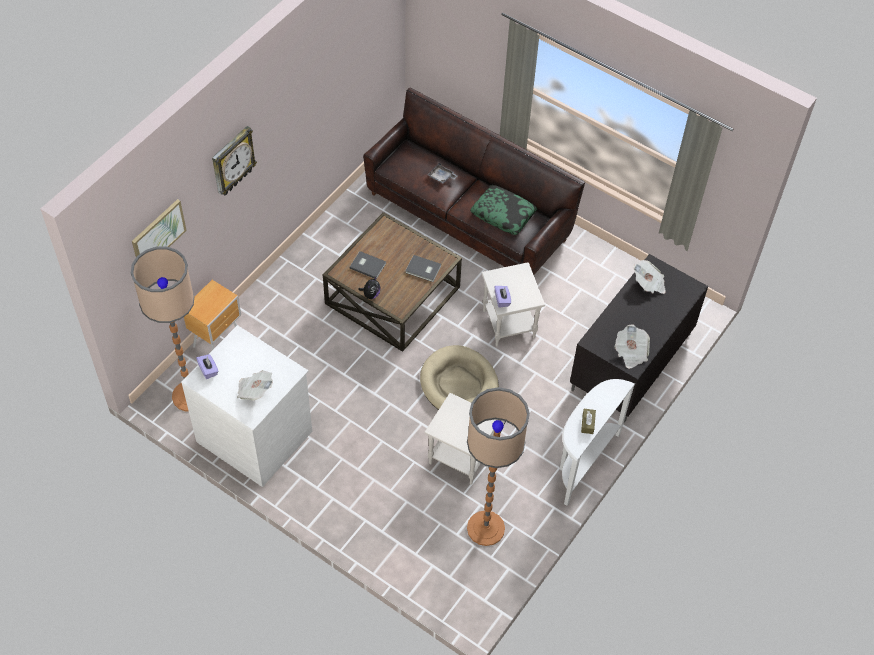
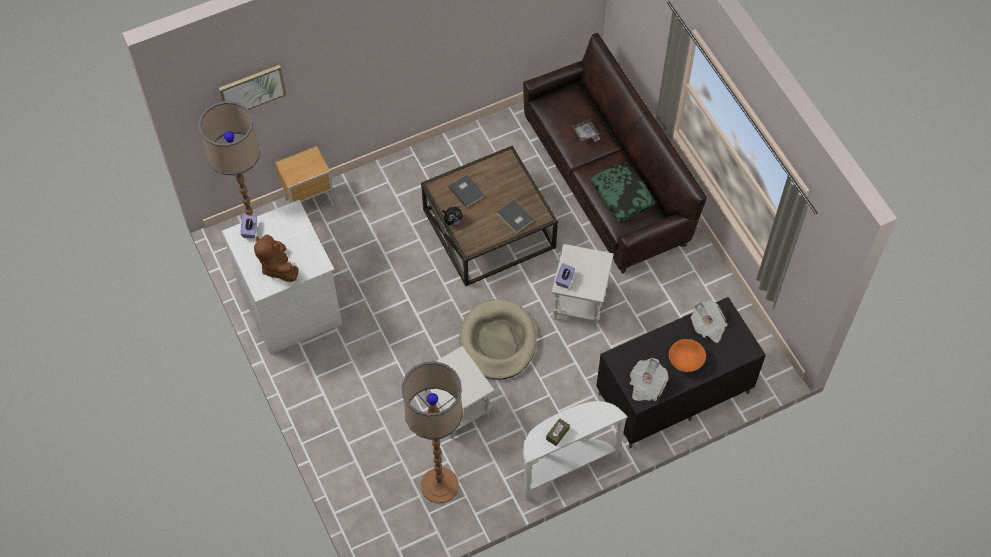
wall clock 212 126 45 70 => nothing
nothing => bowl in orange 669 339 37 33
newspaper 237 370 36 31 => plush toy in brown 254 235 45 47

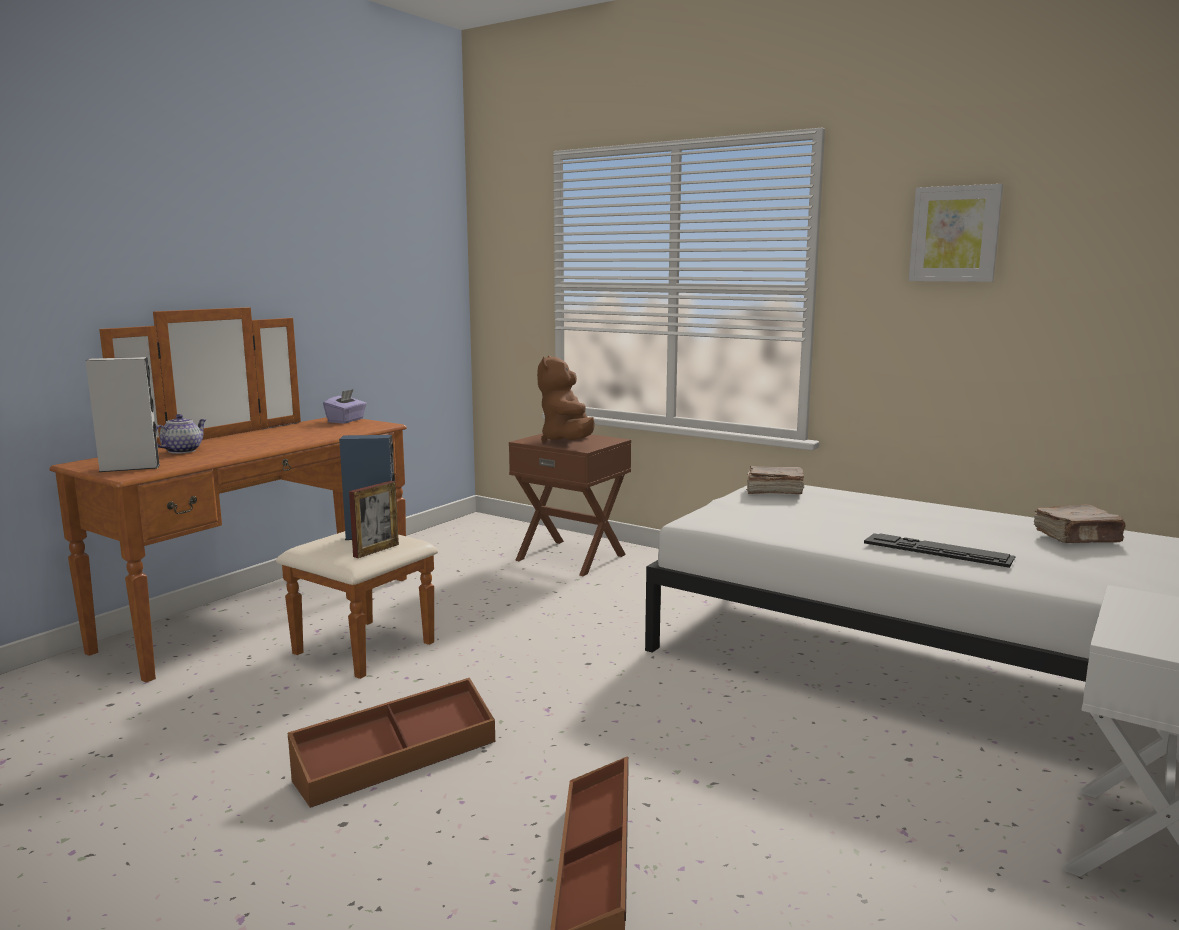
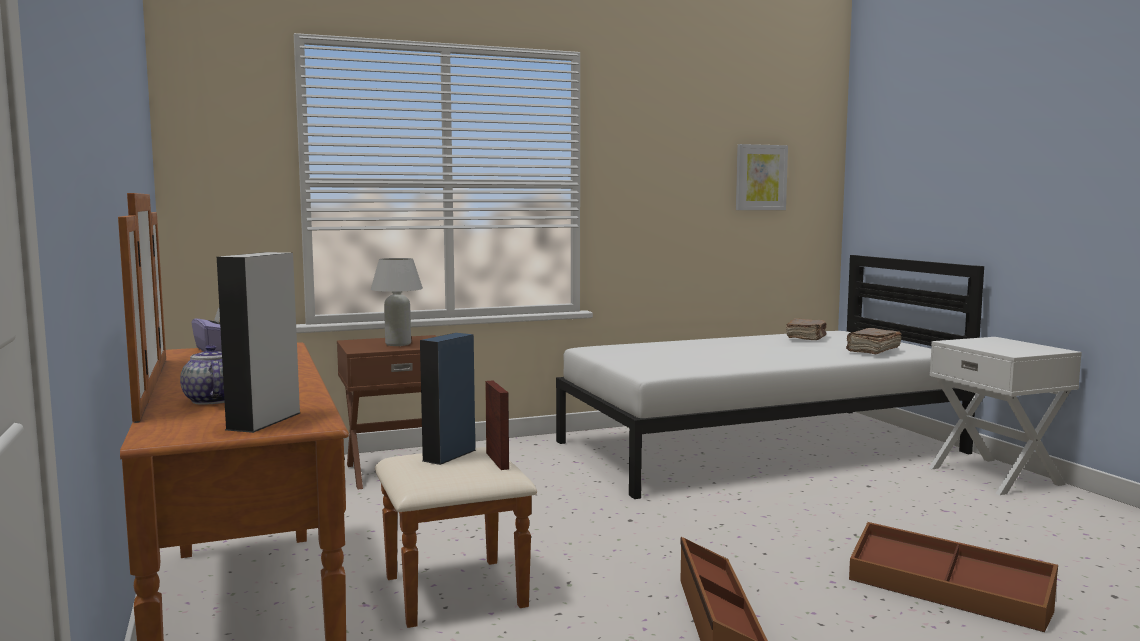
keyboard 864 533 152 35 => nothing
book in brown 746 466 58 28 => book in brown 846 328 56 26, relocated
picture 909 184 94 98 => picture 736 144 52 66, relocated
plush toy in brown 537 356 58 86 => table lamp in white 371 258 52 88

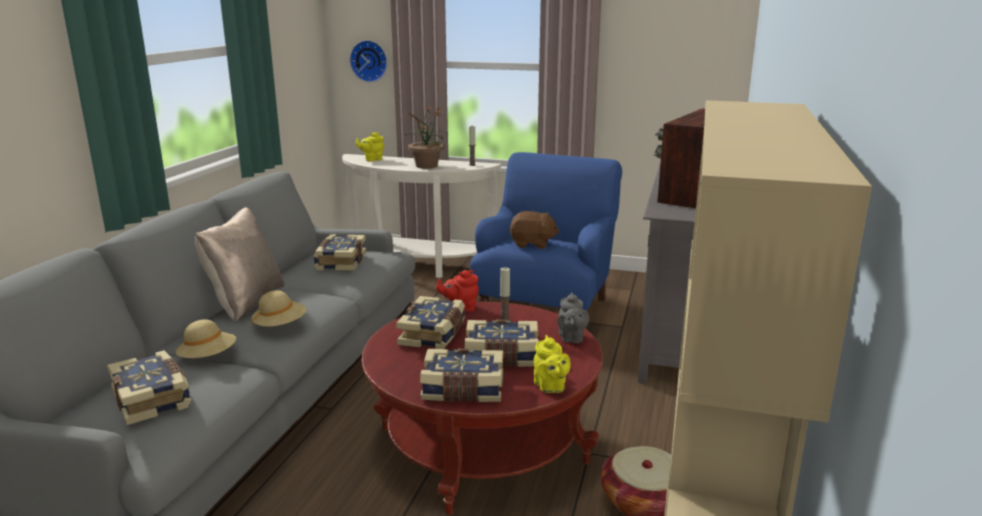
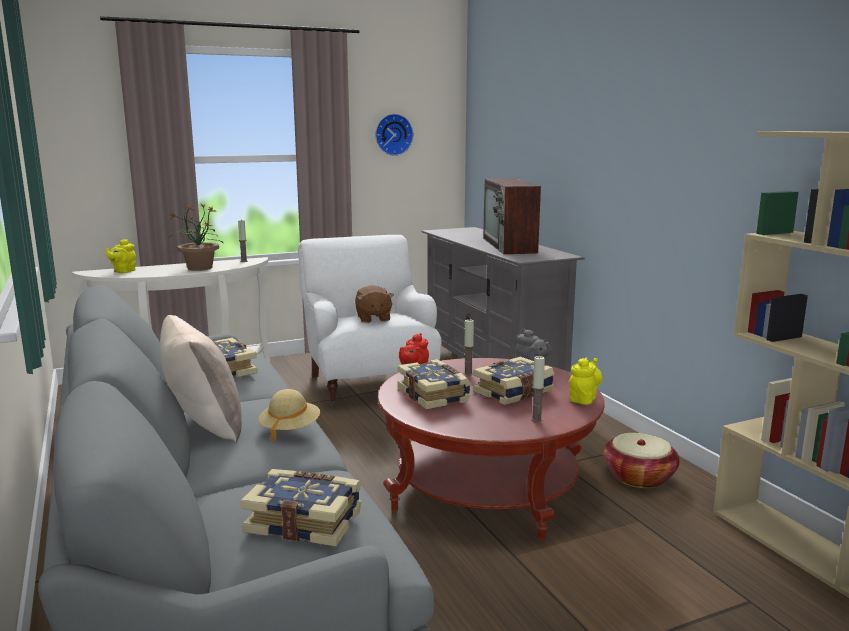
hat in beige 176 319 60 39 => nothing
wall clock 350 40 37 42 => wall clock 375 114 38 42, relocated
book 420 349 83 53 => candle 531 356 14 66
armchair in blue 470 152 152 159 => armchair in white 298 235 144 171
plush toy in brown 509 211 50 38 => plush toy in brown 355 285 39 38, 105 degrees clockwise
teapot in yellow 533 335 38 58 => teapot in yellow 569 358 33 47, 90 degrees counterclockwise

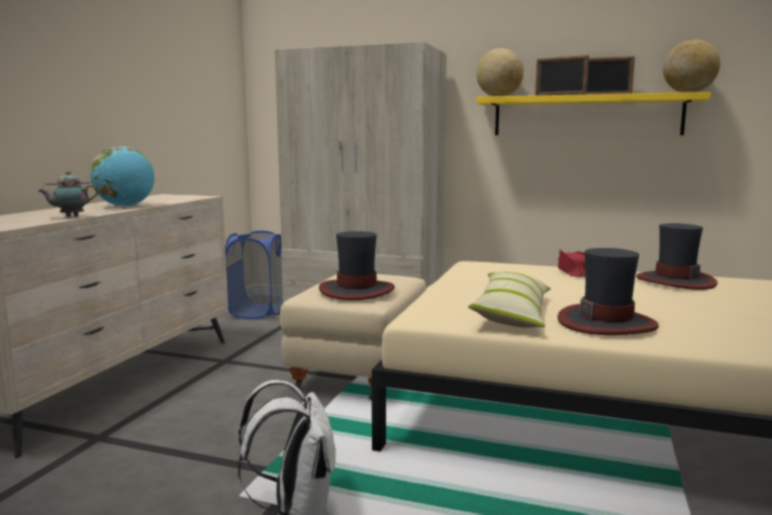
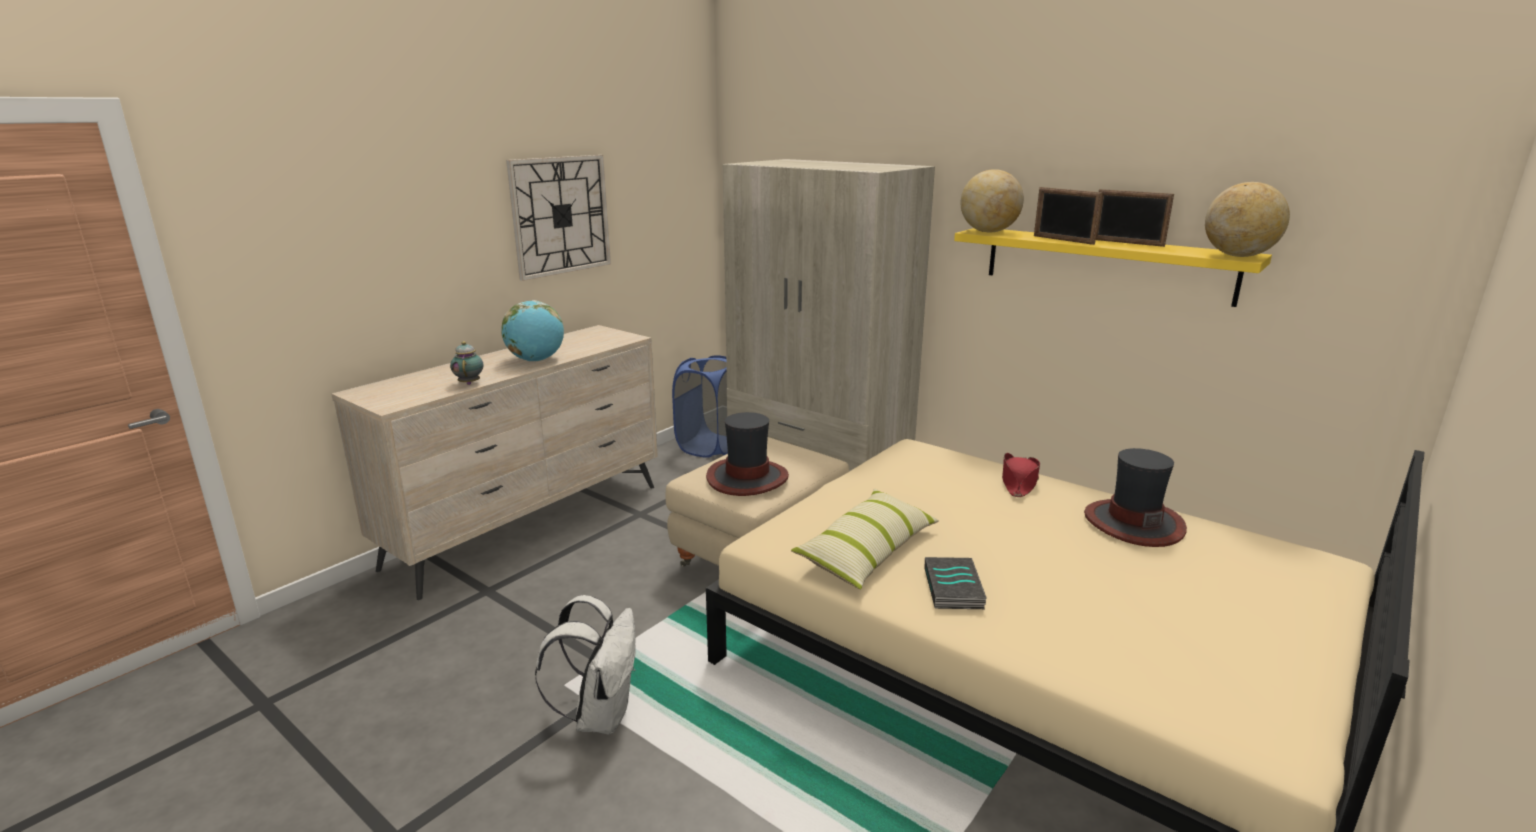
nothing => wall clock 506 155 105 126
hat 557 248 102 87 => book 924 557 63 52
teapot 38 171 60 46 => teapot 450 341 33 44, 90 degrees clockwise

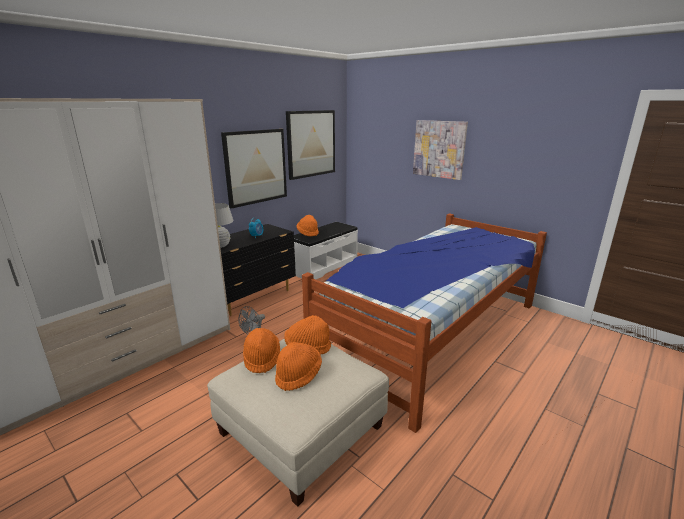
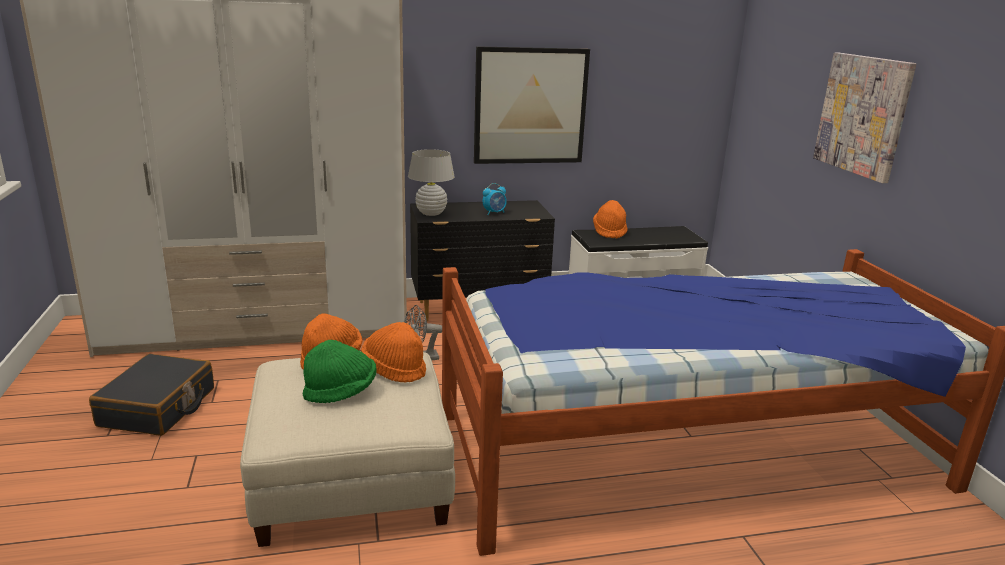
picture 286 110 49 70 => nothing
nothing => suitcase in black 89 354 125 82
hat in orange 275 342 47 49 => hat in green 303 340 73 63

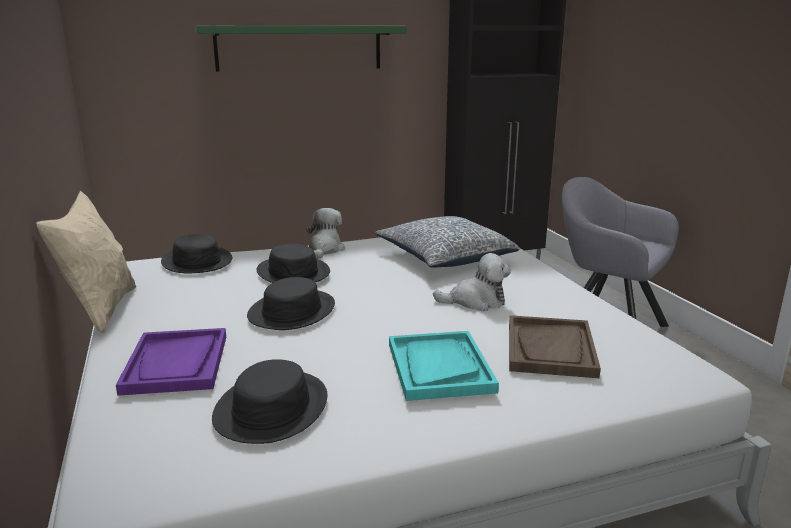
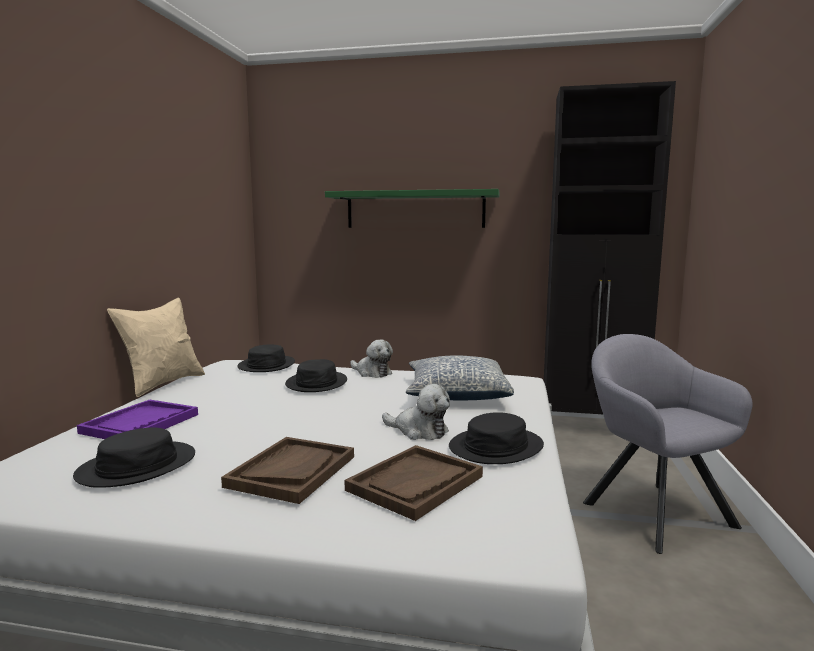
hat in black 247 277 88 53 => hat in black 449 412 95 52, relocated
tray in turquoise 389 331 110 70 => tray in brown 221 437 133 67
plush toy 306 208 39 51 => plush toy 351 340 42 38, 90 degrees clockwise

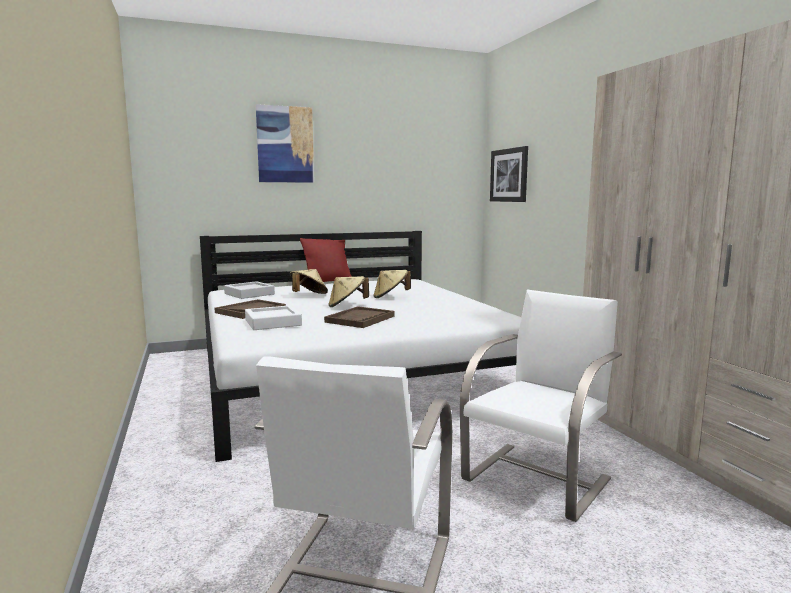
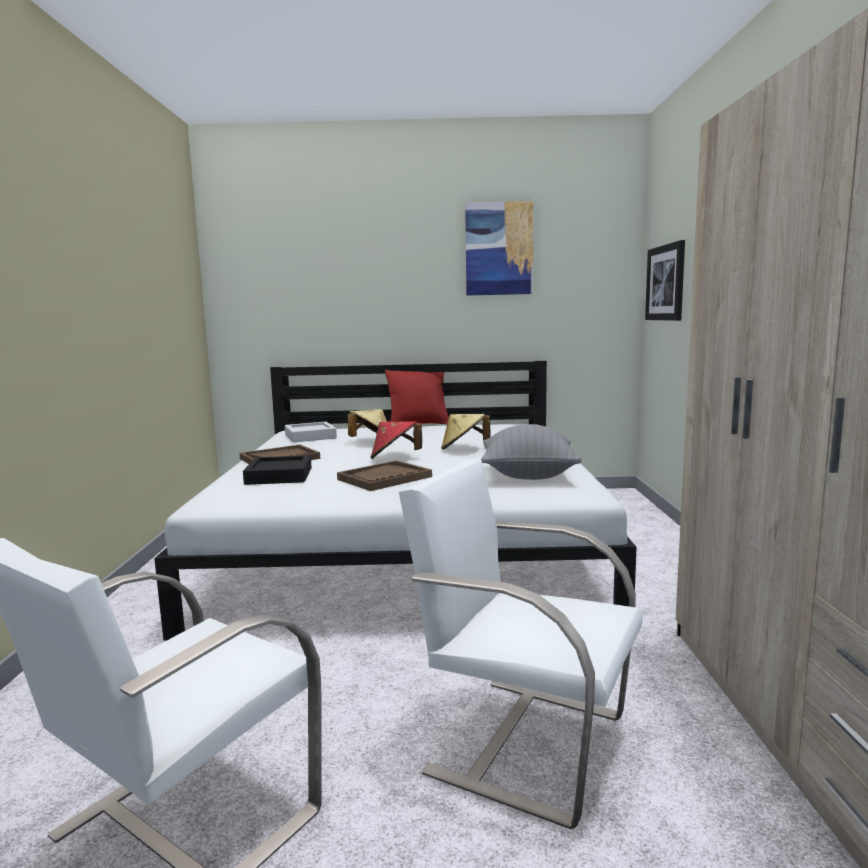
nothing => pillow in grey 481 424 101 56
picture 256 104 58 79 => picture 465 201 68 95, relocated
tray in white 245 305 57 25 => tray in black 243 455 69 30
hat in beige 328 276 41 31 => hat in red 370 421 52 38
chair in white 460 290 162 232 => chair in white 399 458 243 371, 120 degrees counterclockwise

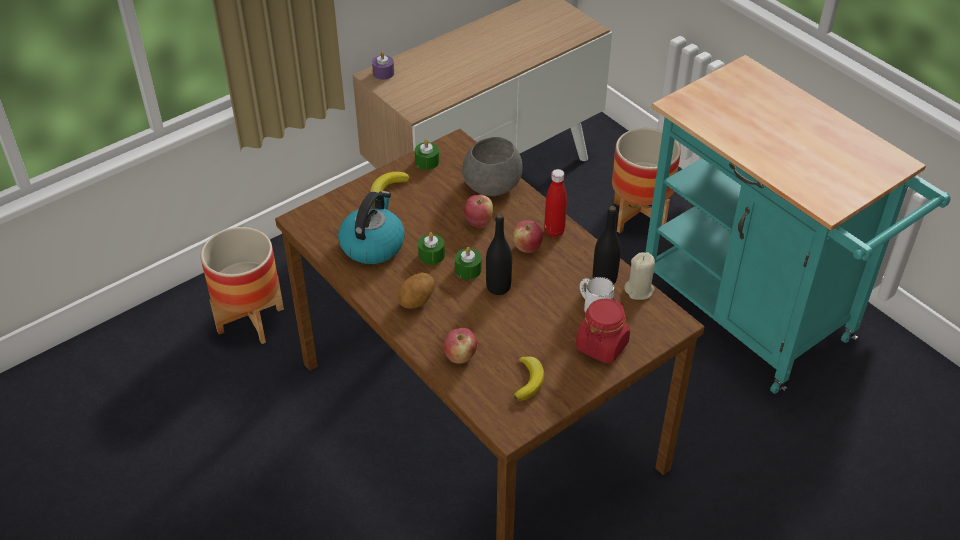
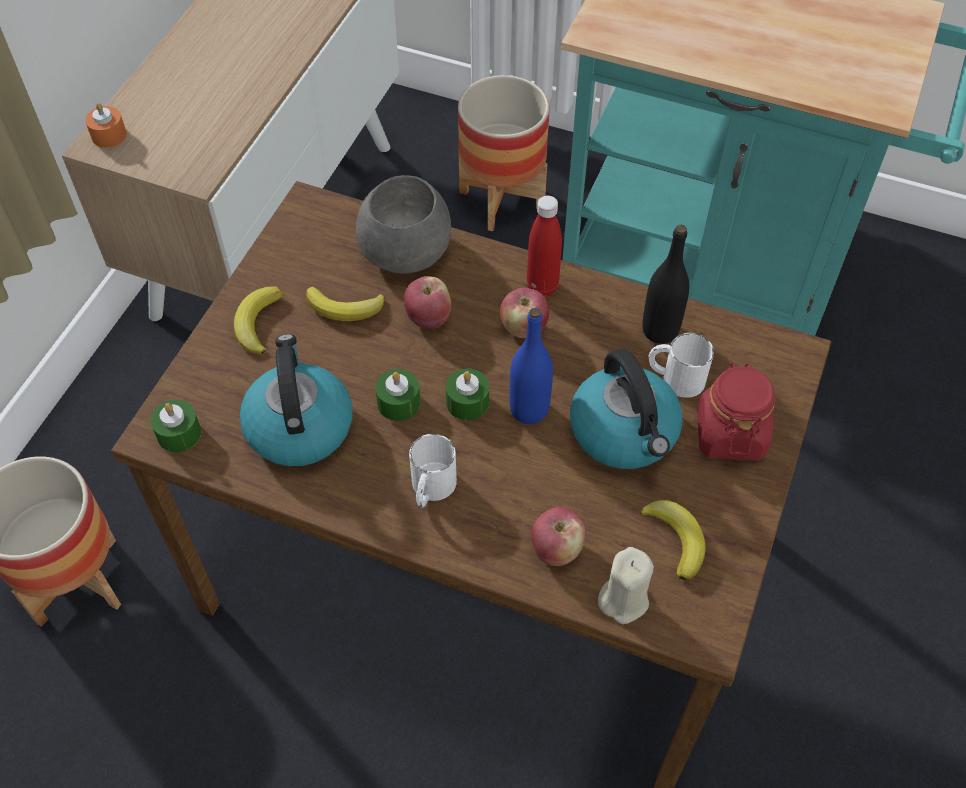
nothing => banana 306 286 79 35
nothing => kettle 570 349 113 120
candle in green 415 139 24 31 => candle in green 150 400 51 52, relocated
candle in beige 624 252 31 48 => candle in beige 598 547 56 77, relocated
potato 397 272 38 37 => mug in white 409 434 48 74
candle in purple 372 52 22 28 => candle in orange 85 103 42 45
bottle in black 486 213 26 82 => bottle in blue 509 308 44 116

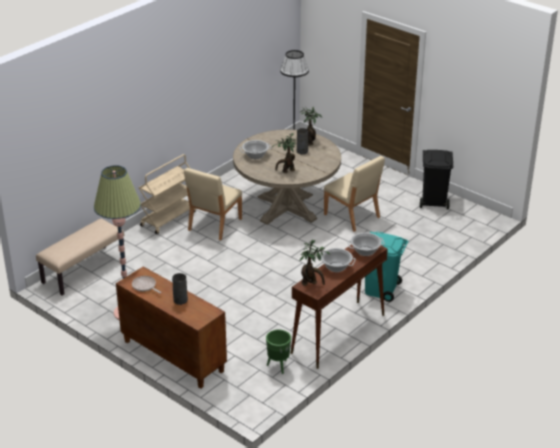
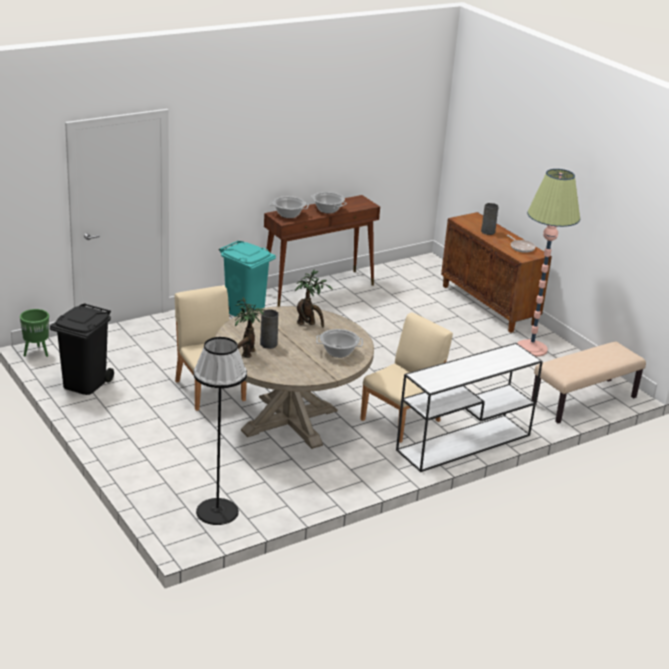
potted plant 300 240 31 46 => nothing
planter in green 266 330 25 44 => planter in green 20 309 29 48, relocated
cart in beige 139 154 57 80 => console table in white 396 343 147 129

